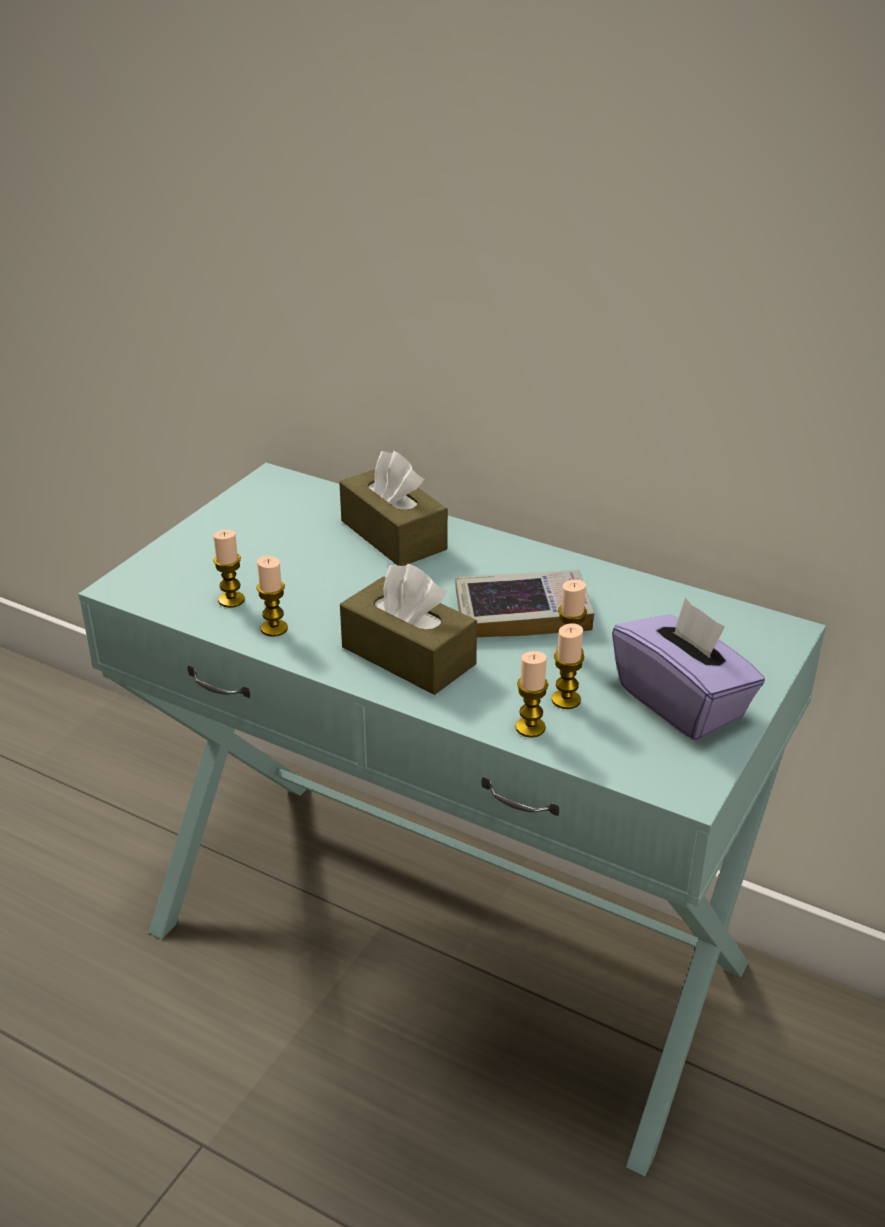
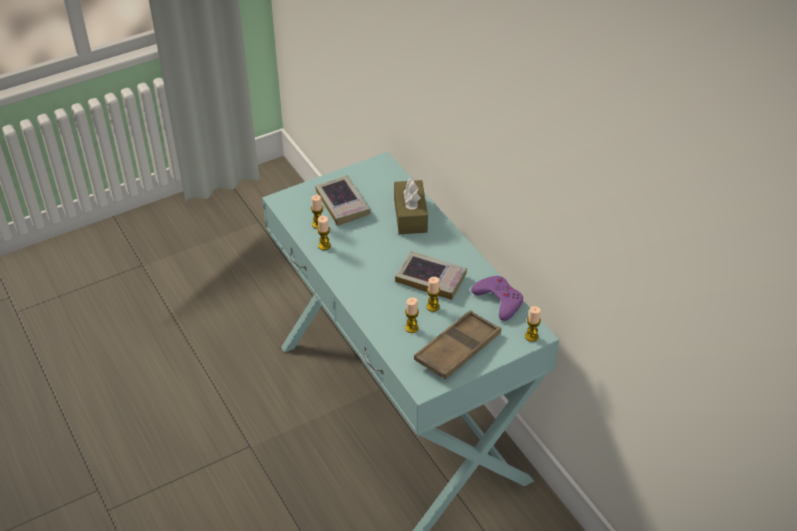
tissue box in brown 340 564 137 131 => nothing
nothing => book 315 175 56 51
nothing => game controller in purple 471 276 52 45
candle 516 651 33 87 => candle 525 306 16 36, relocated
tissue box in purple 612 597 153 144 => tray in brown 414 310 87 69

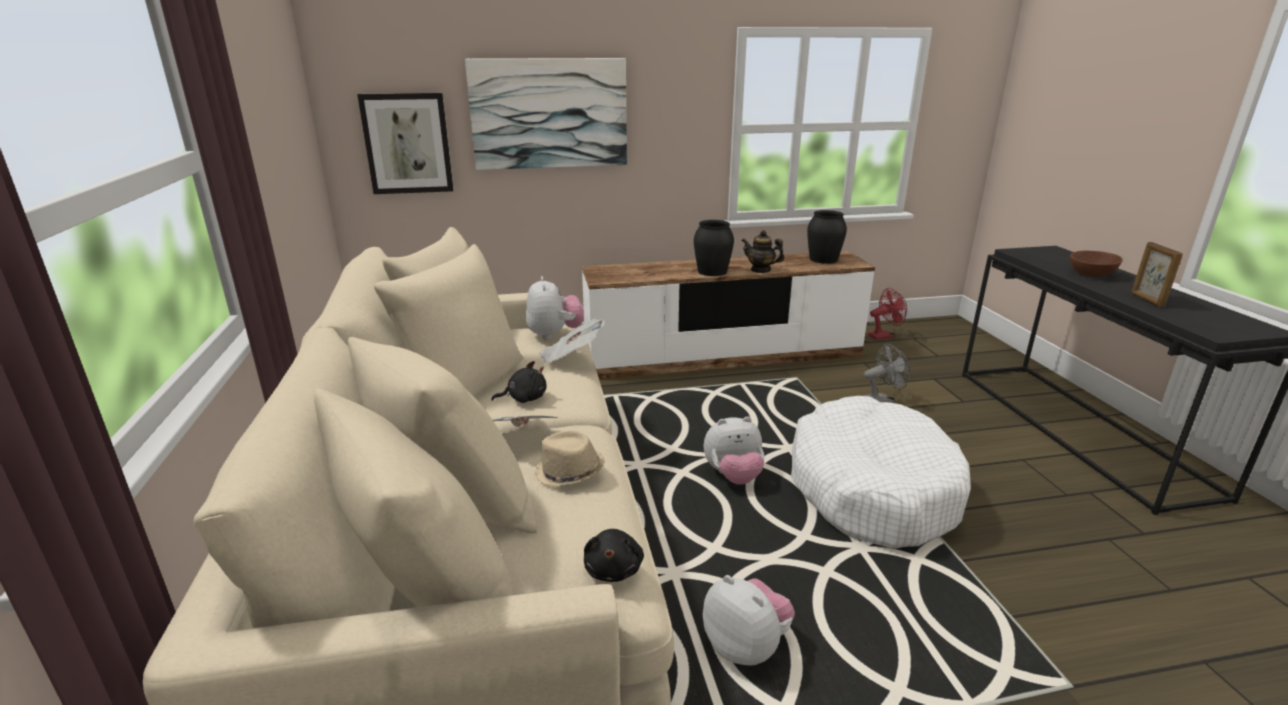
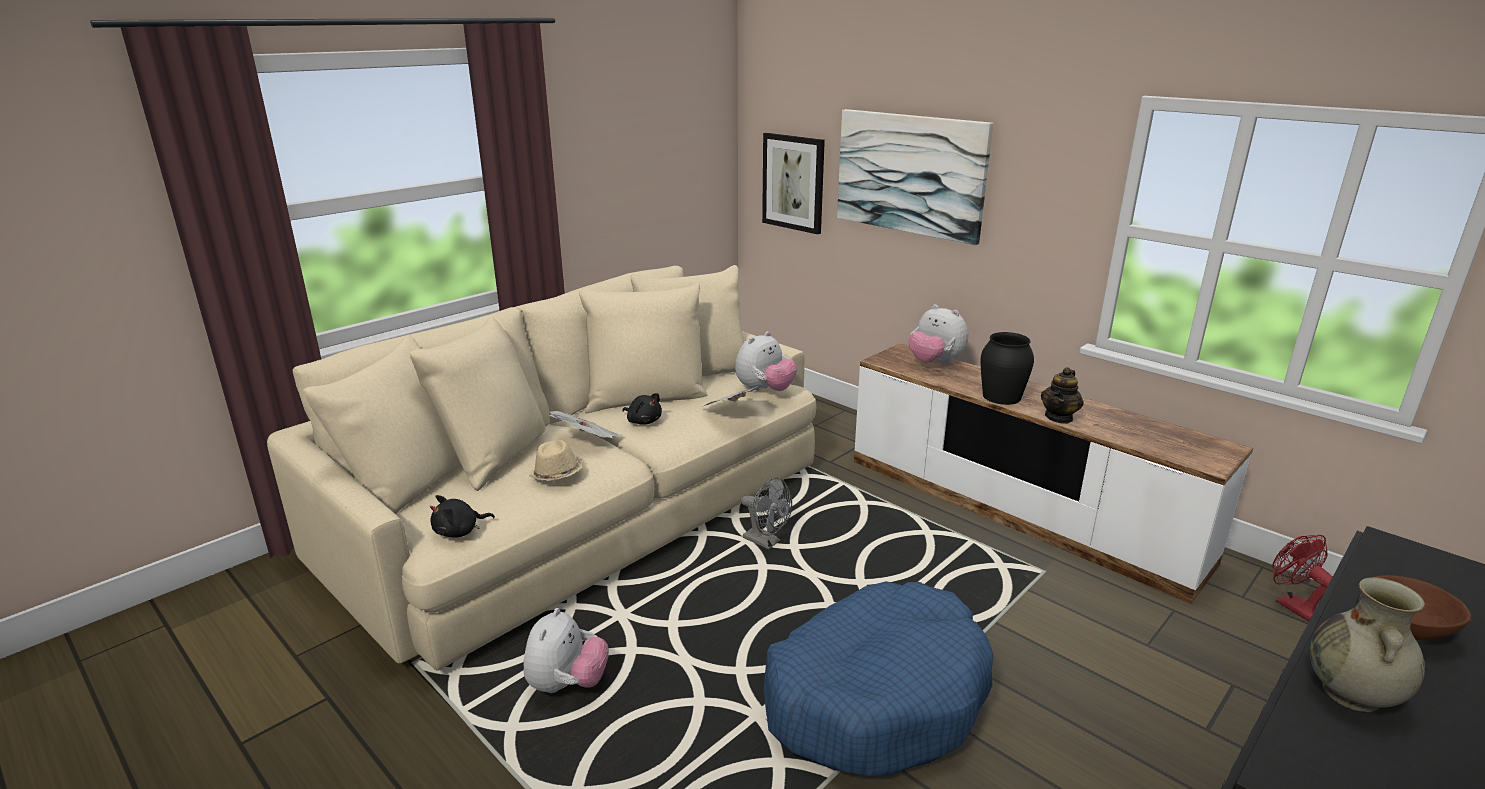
vase in black 807 210 40 54 => nothing
plush toy 704 417 60 68 => plush toy 908 304 60 60, relocated
fan in grey 863 344 47 59 => fan in grey 741 478 51 71, relocated
picture frame 1131 242 52 65 => vase in beige 1309 577 116 135
dog bed in white 791 396 180 153 => dog bed in blue 764 581 229 195
teapot 741 230 43 43 => teapot 1041 367 43 57, 135 degrees counterclockwise
fan in red 868 288 39 52 => fan in red 1272 535 61 87, 150 degrees counterclockwise

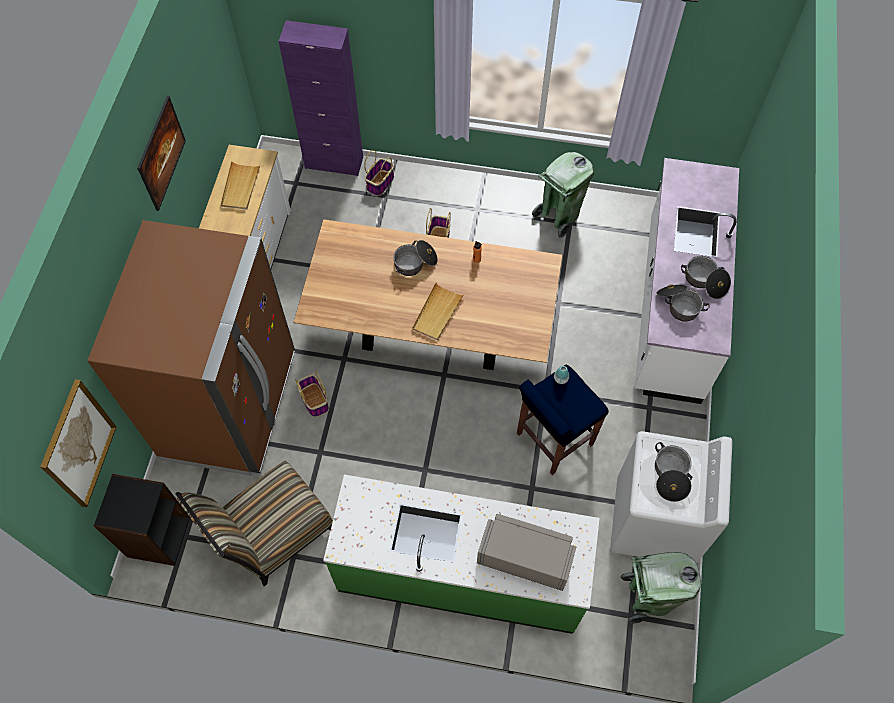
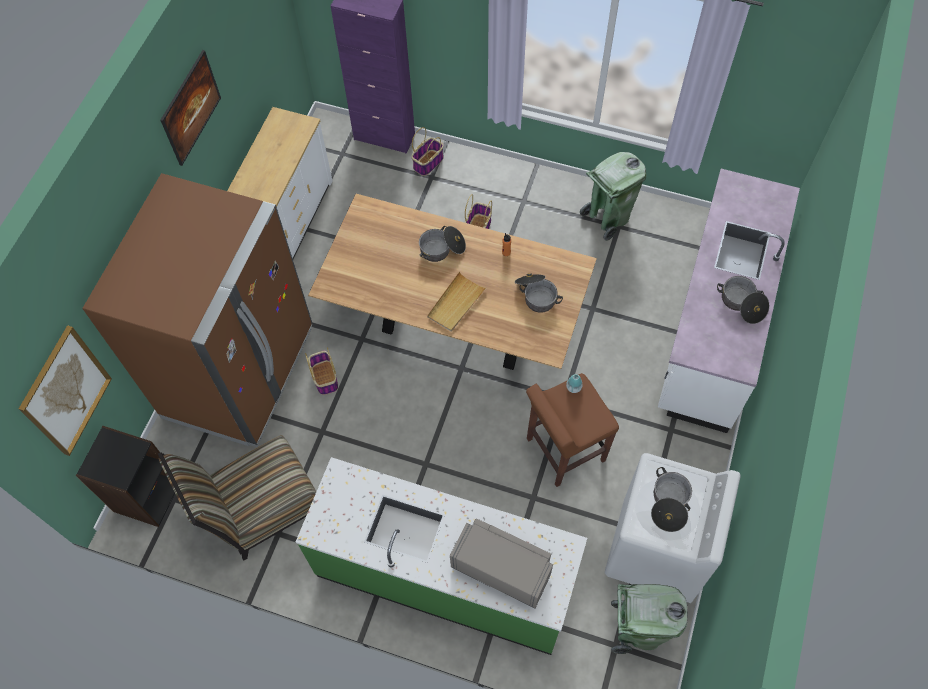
tray in beige 221 161 40 49 => nothing
cooking pot 656 284 54 38 => cooking pot 515 273 48 40, relocated
stool in blue 517 365 92 110 => stool in brown 526 373 93 114

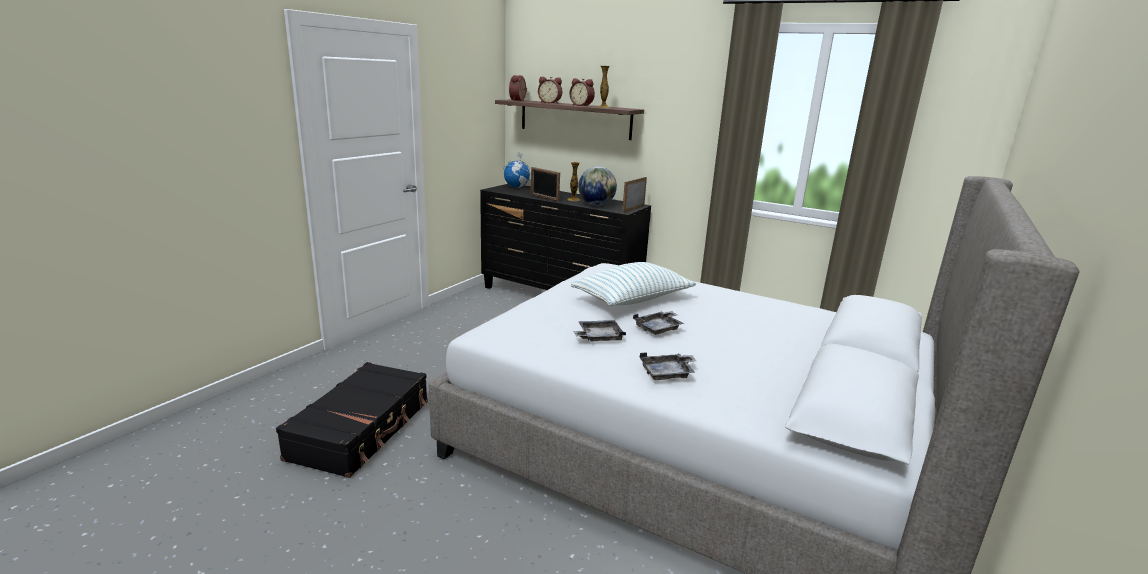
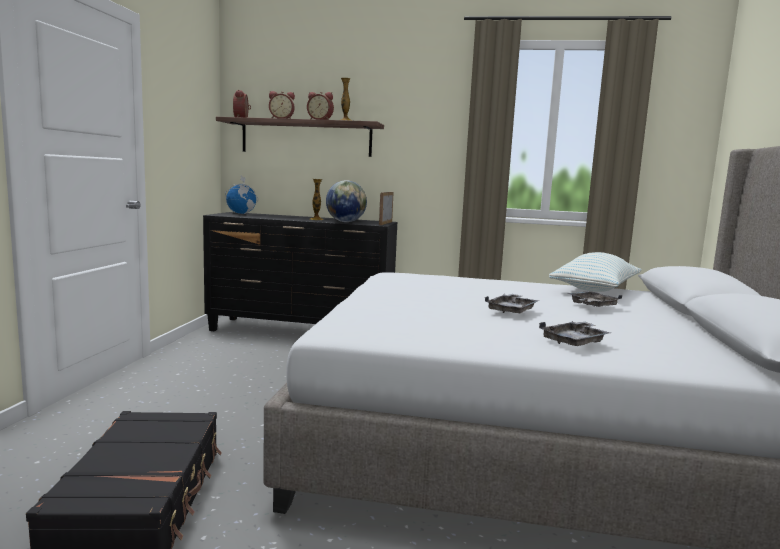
picture frame 531 167 29 35 => nothing
pillow 571 262 125 44 => pillow 549 252 93 40, relocated
tray in grey 573 320 53 22 => tray in grey 567 291 56 16, relocated

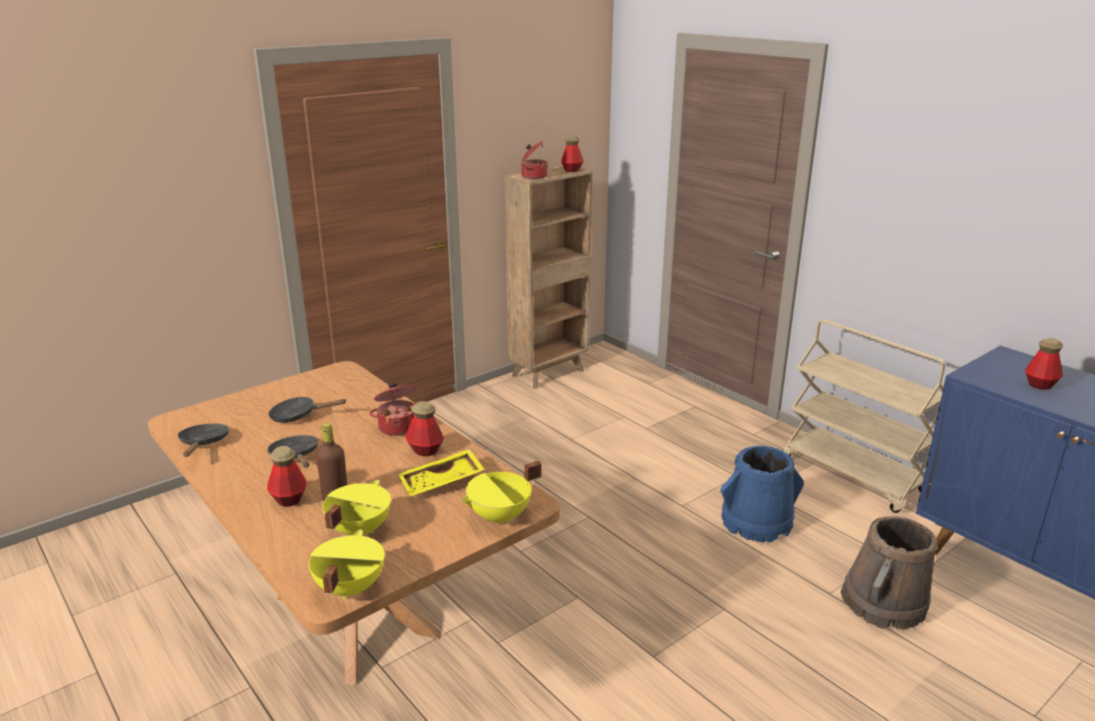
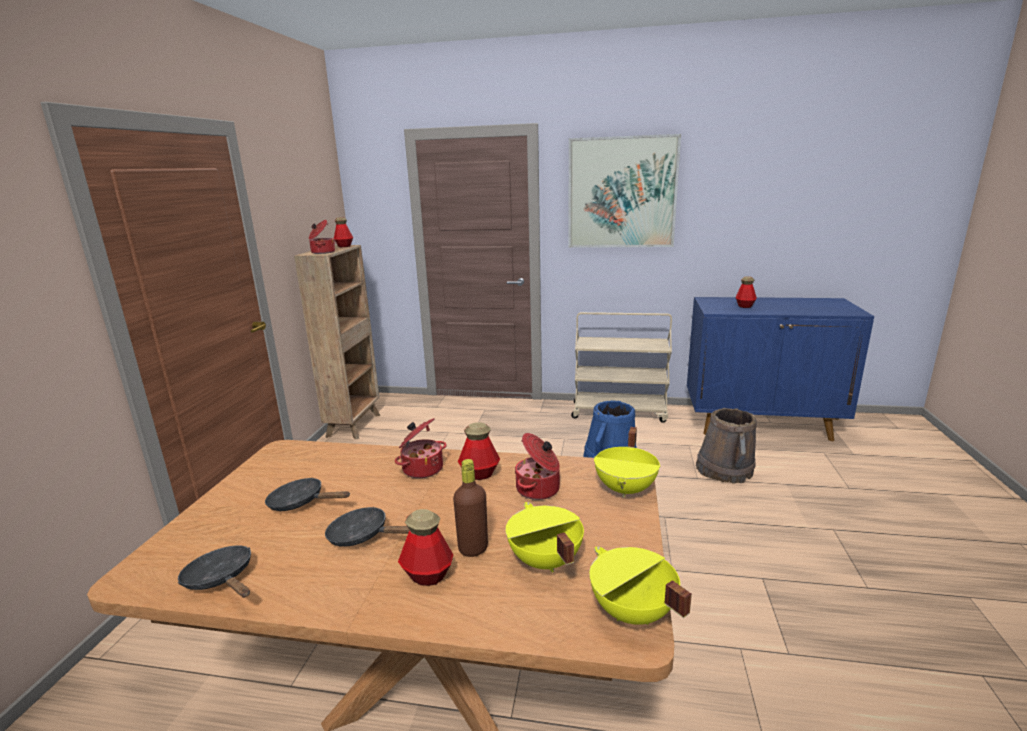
nothing => picture 568 134 113 114
tray in yellow 398 449 87 47 => cooking pot 515 433 45 67
frying pan in black 268 397 79 26 => frying pan in black 265 478 85 33, 60 degrees clockwise

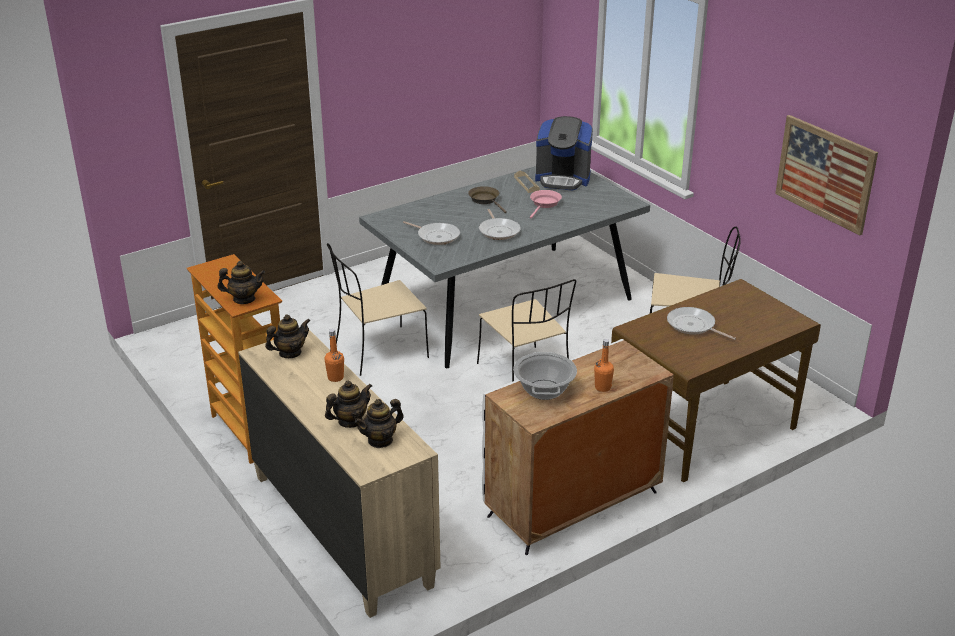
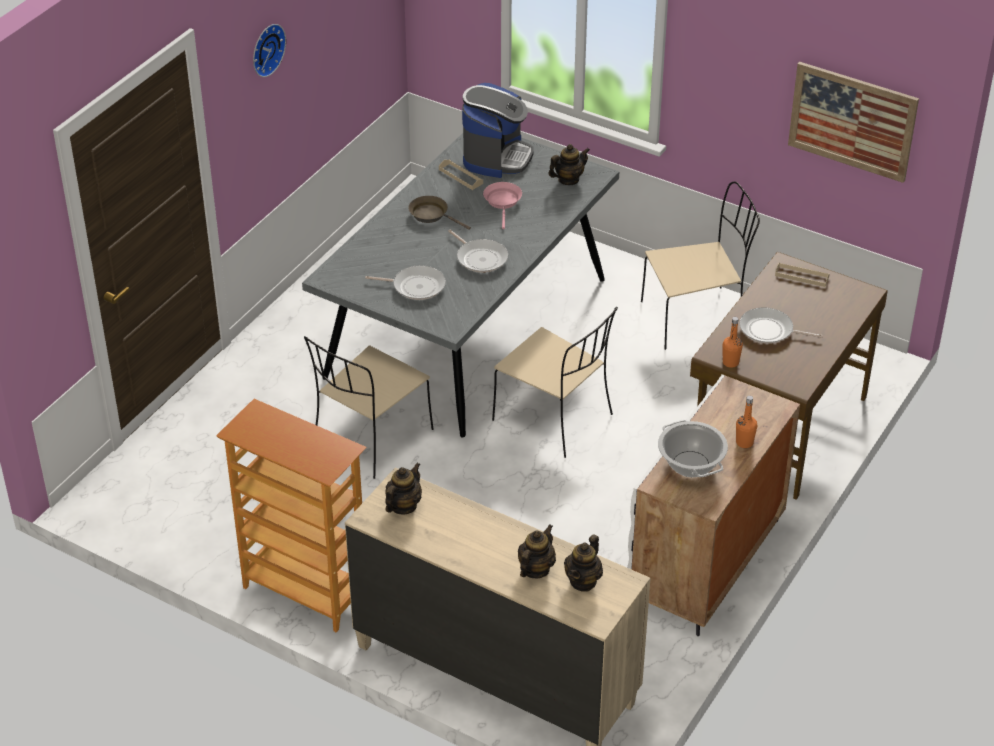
nothing => wall clock 253 24 33 53
nothing => tray in beige 775 262 55 25
teapot 218 261 47 43 => teapot 548 144 42 41, relocated
bottle in orange 324 329 20 53 => bottle in orange 723 317 20 51, relocated
coffee machine 535 116 58 74 => coffee machine 462 83 72 95, 60 degrees counterclockwise

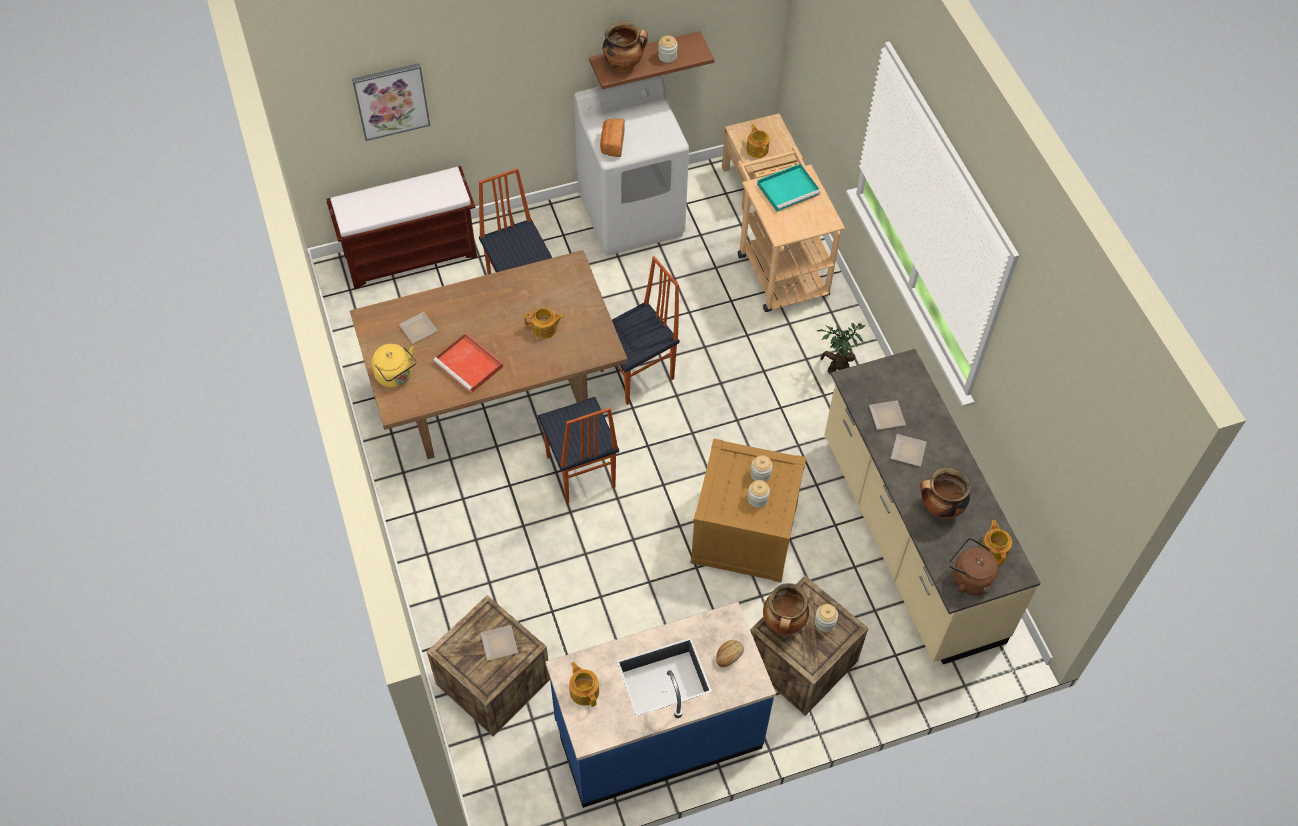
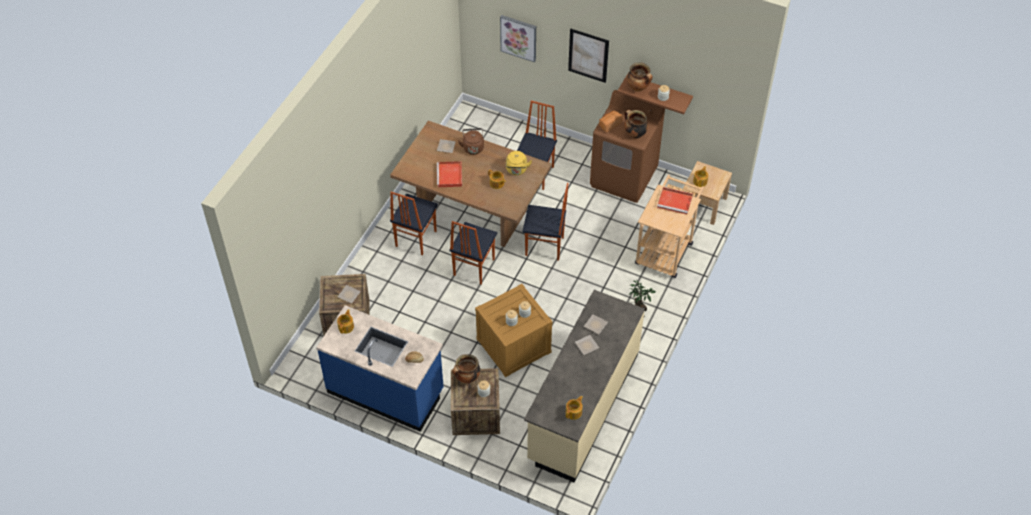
bench in brown 326 166 151 123 => nothing
nothing => chair 390 192 48 63
nothing => picture 568 29 41 54
kettle in yellow 371 344 46 44 => kettle in yellow 506 151 26 24, relocated
cooking pot 920 468 51 51 => cooking pot 624 110 24 29, relocated
kettle in brown 949 538 50 57 => kettle in brown 458 128 26 27, relocated
washing machine in white 574 75 115 181 => washing machine in brown 590 90 75 113
tray in turquoise 757 164 64 48 => tray in red 657 187 36 28

